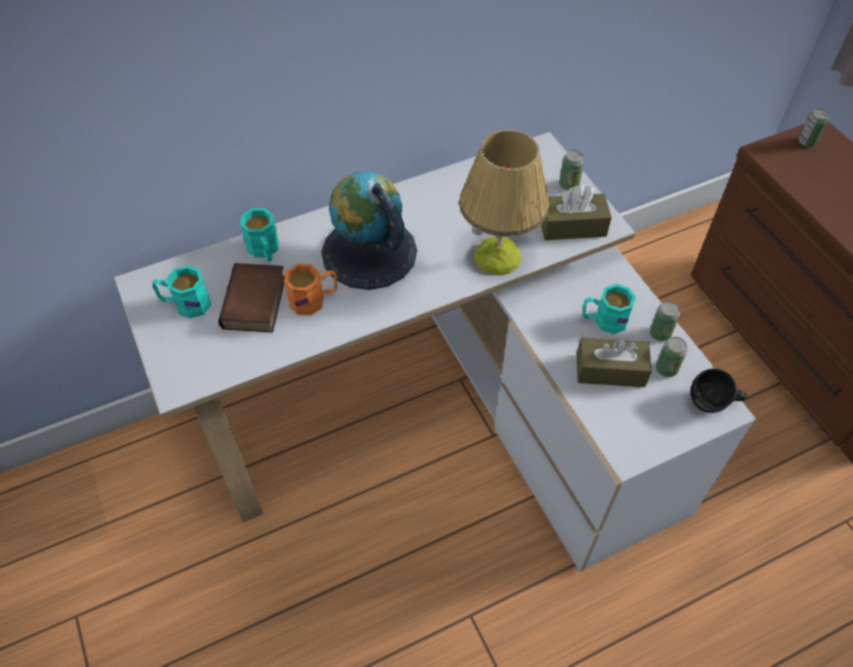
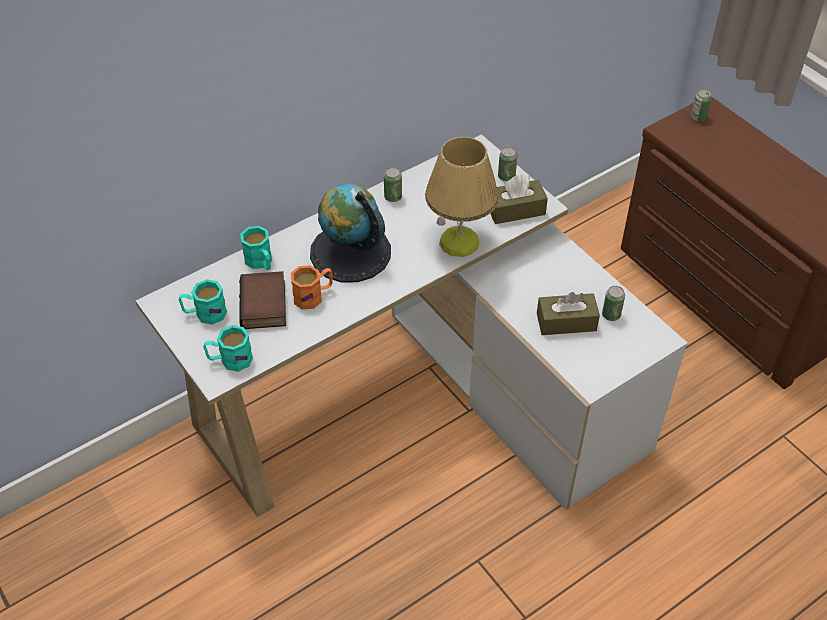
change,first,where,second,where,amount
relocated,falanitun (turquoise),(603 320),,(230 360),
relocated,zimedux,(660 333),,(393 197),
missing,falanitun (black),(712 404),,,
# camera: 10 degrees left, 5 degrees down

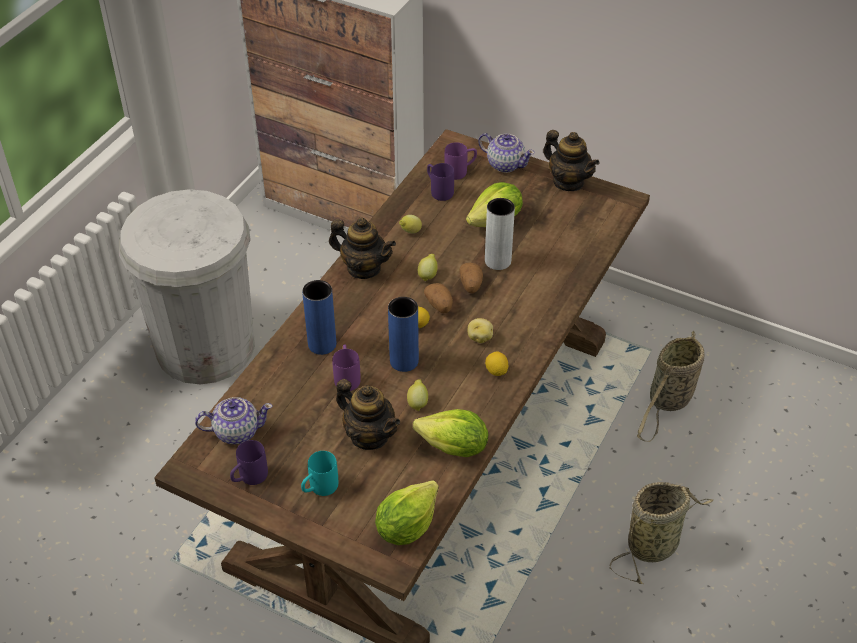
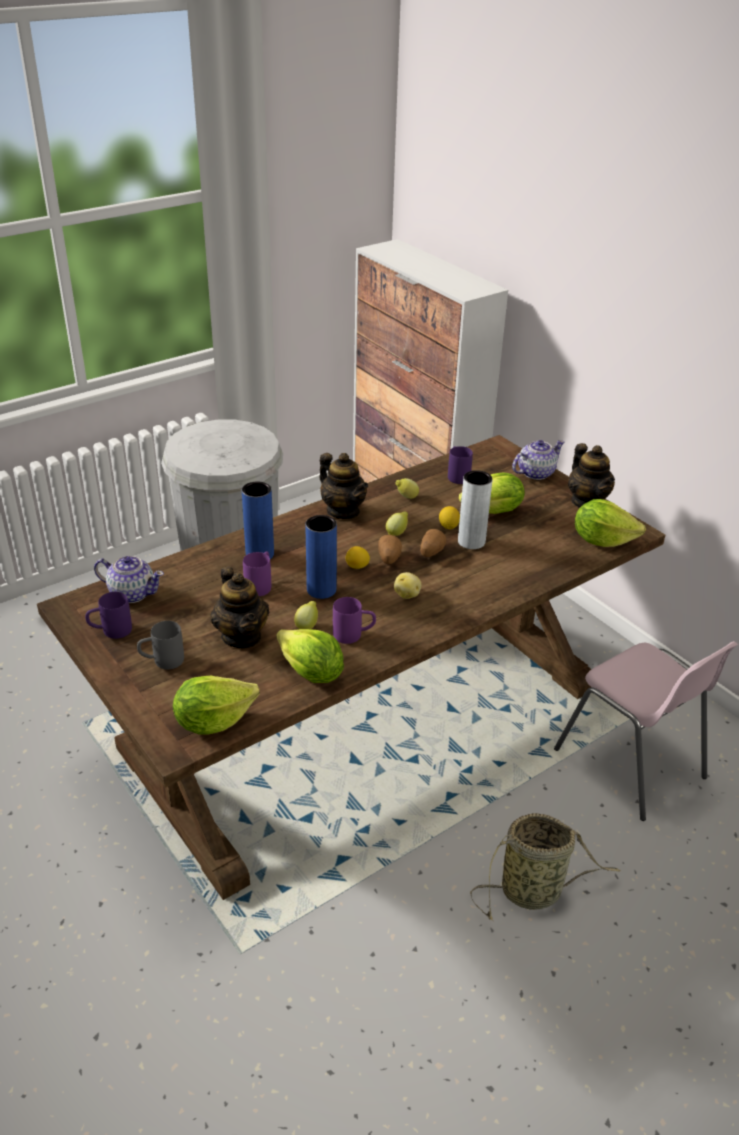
change,first,where,second,where,amount
spun,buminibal,(505 164),,(535 473),90 degrees counterclockwise
relocated,falanitun (purple),(460 171),,(354 635),
exchanged,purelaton,(668 401),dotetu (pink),(631 764),
relocated,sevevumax,(496 371),,(448 526),
colour,falanitun (turquoise),(319 489),falanitun (grey),(162 661),
appeared,,,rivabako,(602 540),
# camera: 25 degrees right, 10 degrees down

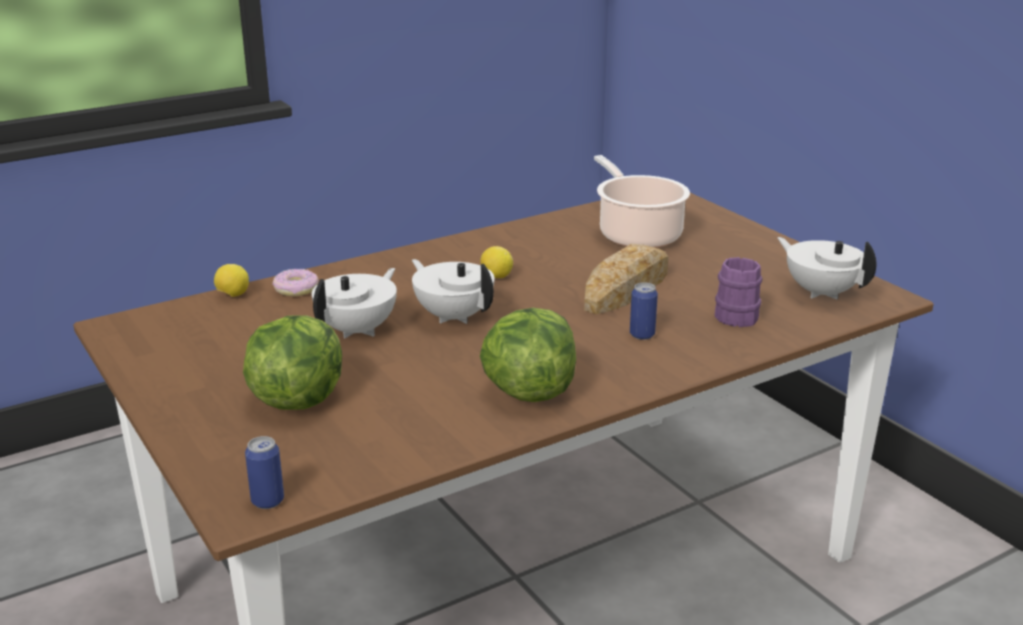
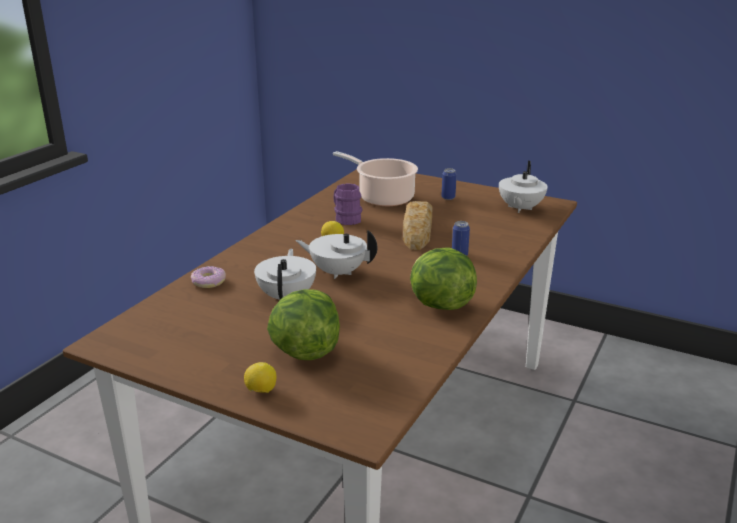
change,first,where,second,where,amount
spun,buminibal (white),(821 292),,(520 208),90 degrees counterclockwise
relocated,falanitun (purple),(733 314),,(345 218),
relocated,sevevumax,(232 295),,(261 391),
relocated,zimedux,(267 501),,(448 197),
# camera: 30 degrees left, 0 degrees up

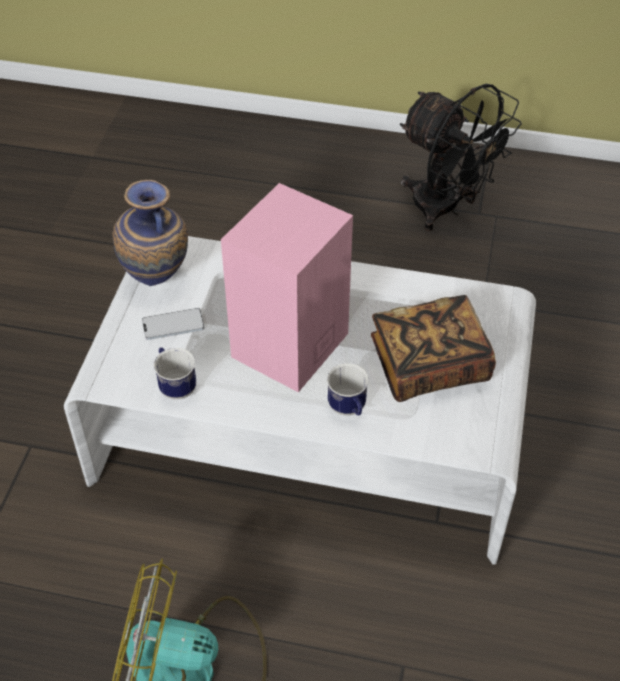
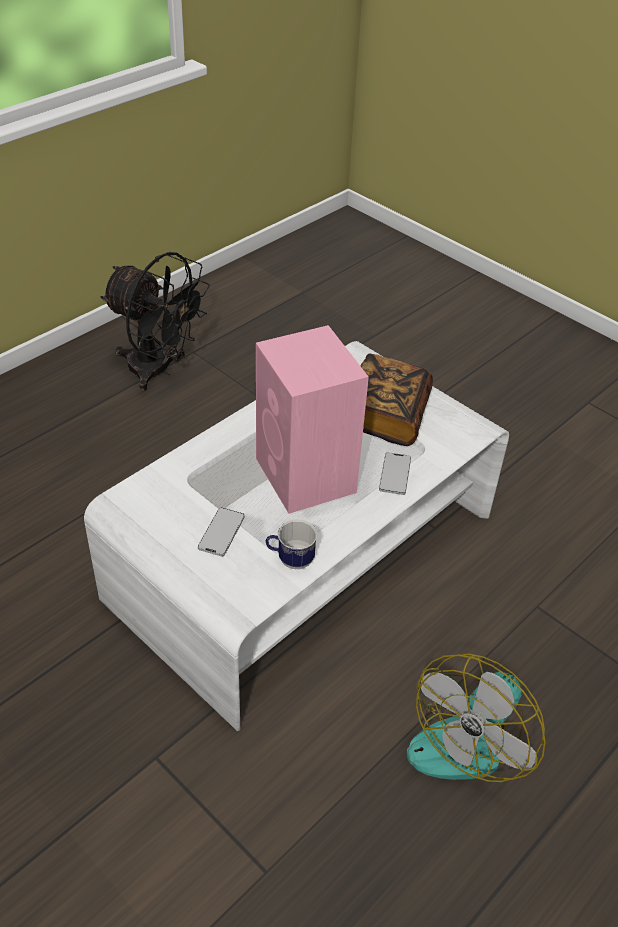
change,first,where,second,where,amount
spun,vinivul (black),(446 208),,(158 370),45 degrees clockwise
missing,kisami,(158 280),,,
exchanged,falanitun,(349 410),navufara,(395 474),
# camera: 60 degrees left, 5 degrees down

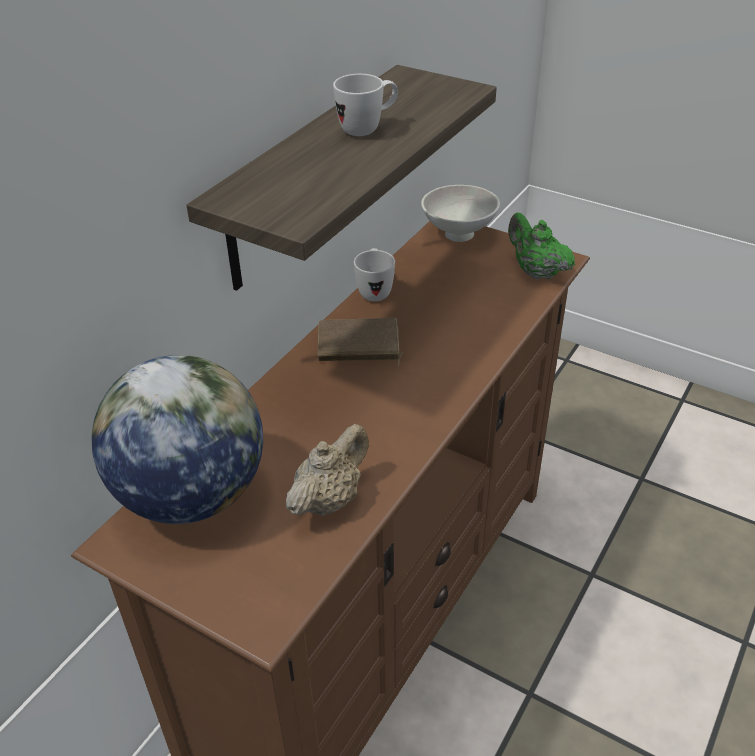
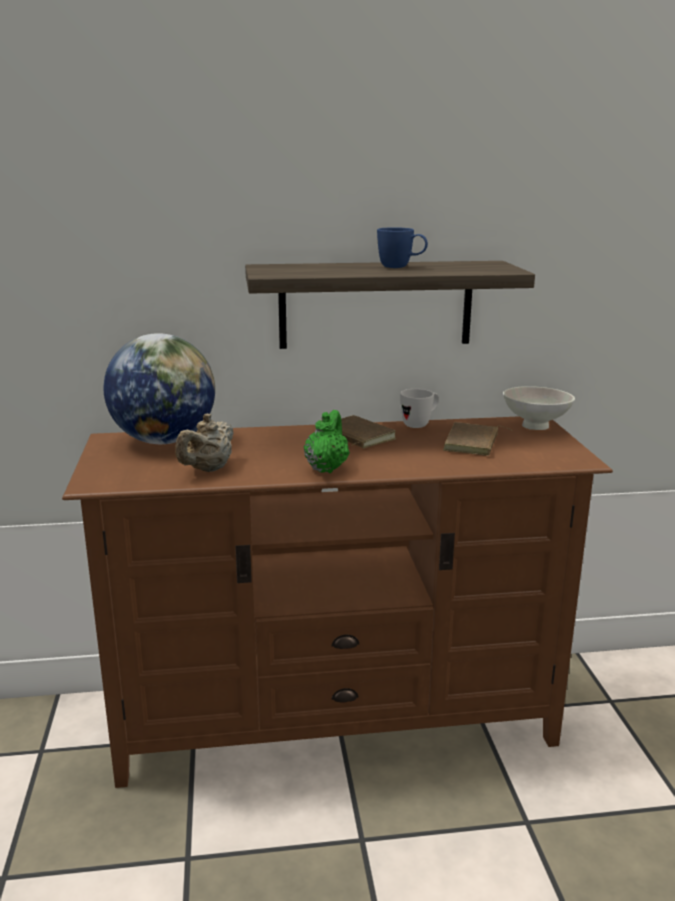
change,first,where,second,where,amount
colour,falanitun (white),(368 129),falanitun (blue),(401 267),
relocated,buminibal (green),(536 272),,(326 468),
spun,buminibal (beige),(329 499),,(208 469),120 degrees clockwise
appeared,,,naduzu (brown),(473 443),
# camera: 50 degrees right, 20 degrees down

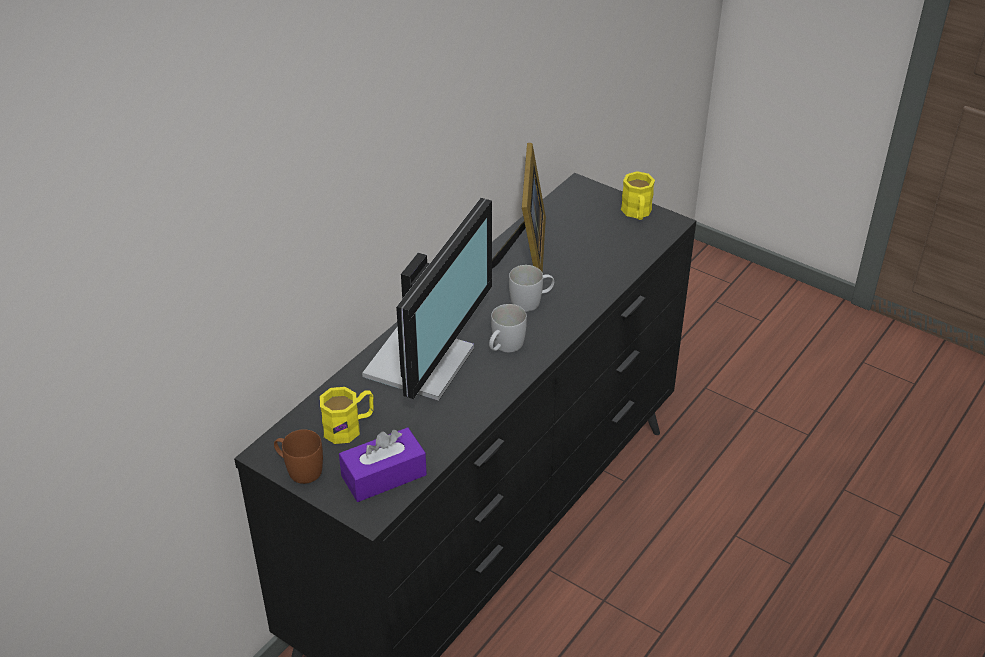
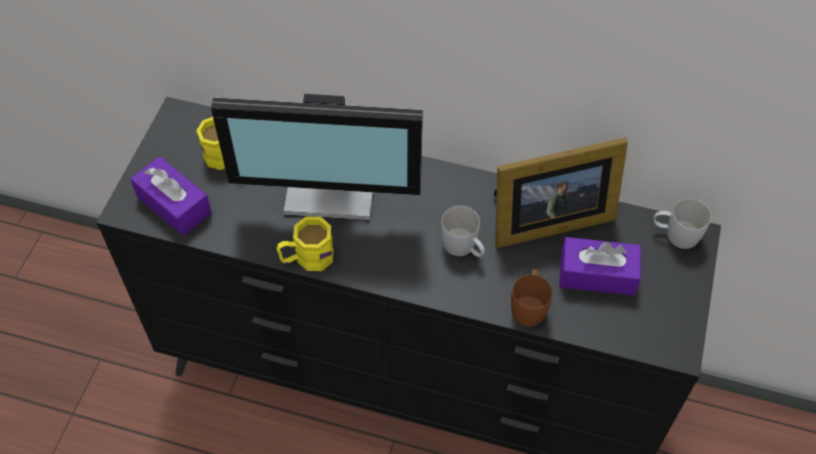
change,first,where,second,where,amount
relocated,falanitun (yellow),(637 213),,(307 258),
relocated,falanitun (white),(504 347),,(675 234),
relocated,falanitun (brown),(299 469),,(529 305),
appeared,,,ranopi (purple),(597 274),
# camera: 70 degrees right, 15 degrees up

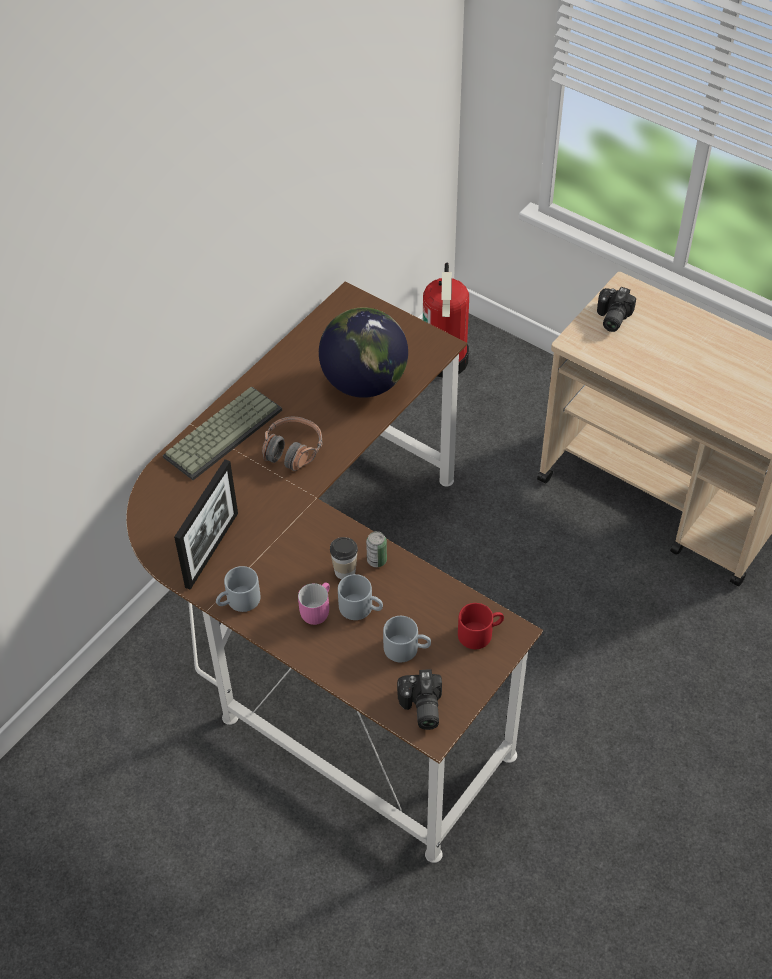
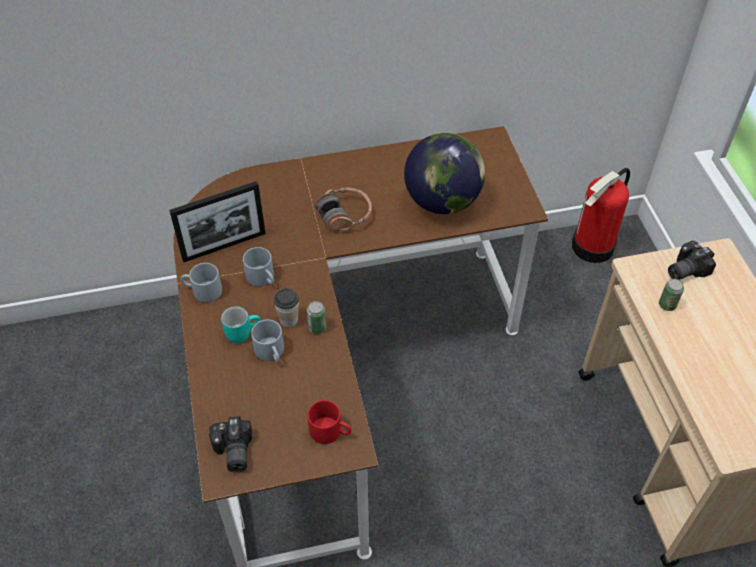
change,first,where,second,where,amount
missing,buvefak,(223 431),,,
colour,falanitun (pink),(315 609),falanitun (turquoise),(242 331),
relocated,falanitun (grey),(407 648),,(263 278),
spun,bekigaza,(420 708),,(232 452),45 degrees counterclockwise
appeared,,,zimedux,(667 305),
# camera: 40 degrees right, 0 degrees up

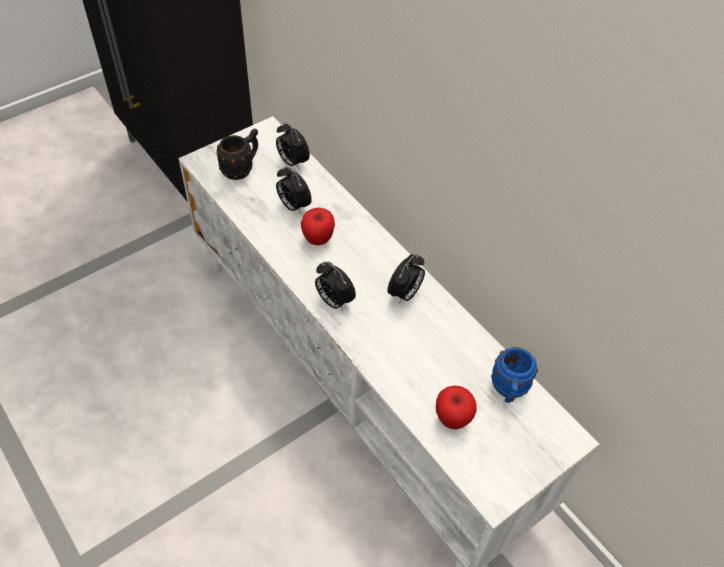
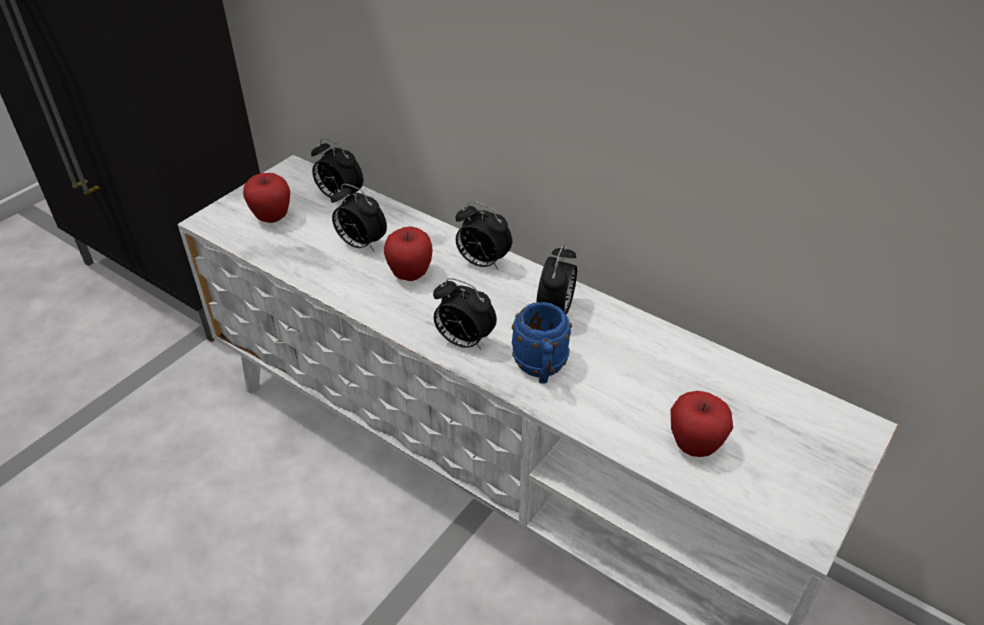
change,first,where,second,where,amount
exchanged,falanitun (black),(241 169),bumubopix,(272 218),
relocated,falanitun (blue),(508 391),,(541 370),
appeared,,,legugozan,(482 263),
# camera: 15 degrees left, 10 degrees down

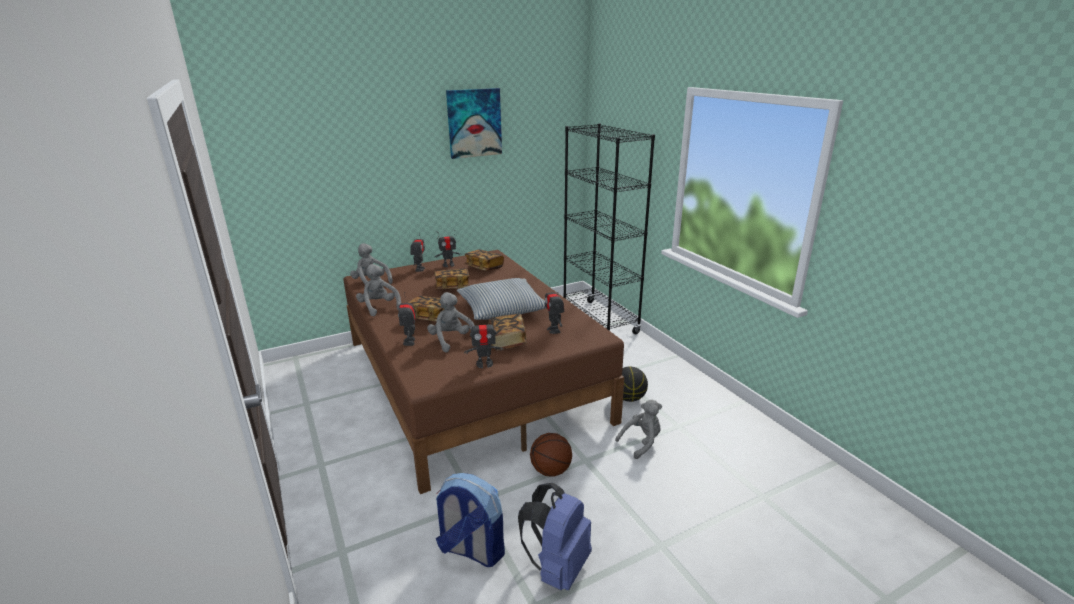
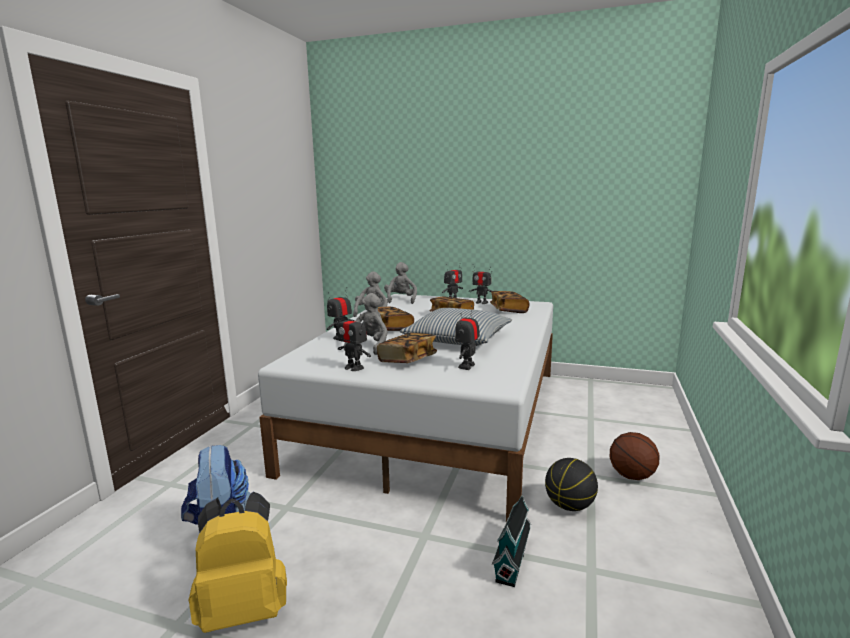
change,first,where,second,where,amount
missing,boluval,(474 123),,,
missing,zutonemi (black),(600 320),,,
colour,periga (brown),(471 378),periga (white),(438 416),
exchanged,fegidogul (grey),(641 442),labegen,(512 558),
relocated,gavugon,(551 470),,(632 476),
colour,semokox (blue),(557 567),semokox (yellow),(244 609),
# camera: 45 degrees right, 10 degrees down

